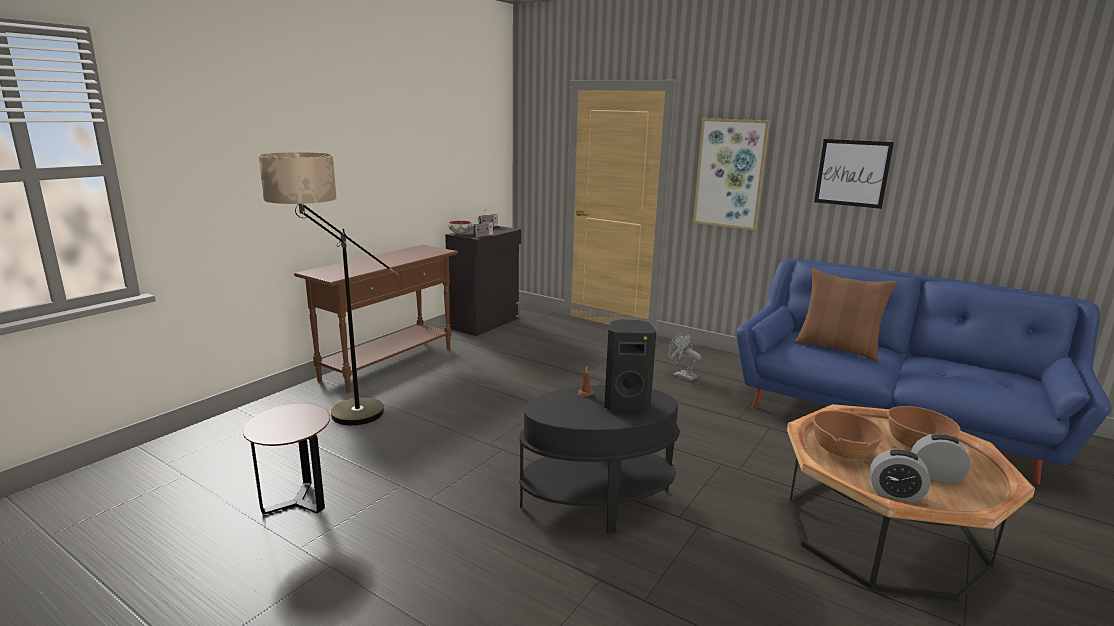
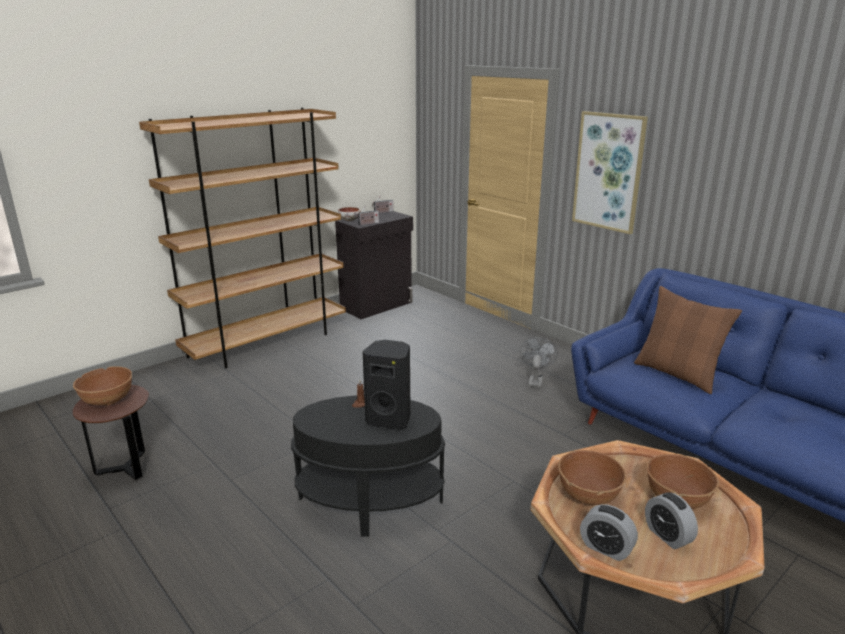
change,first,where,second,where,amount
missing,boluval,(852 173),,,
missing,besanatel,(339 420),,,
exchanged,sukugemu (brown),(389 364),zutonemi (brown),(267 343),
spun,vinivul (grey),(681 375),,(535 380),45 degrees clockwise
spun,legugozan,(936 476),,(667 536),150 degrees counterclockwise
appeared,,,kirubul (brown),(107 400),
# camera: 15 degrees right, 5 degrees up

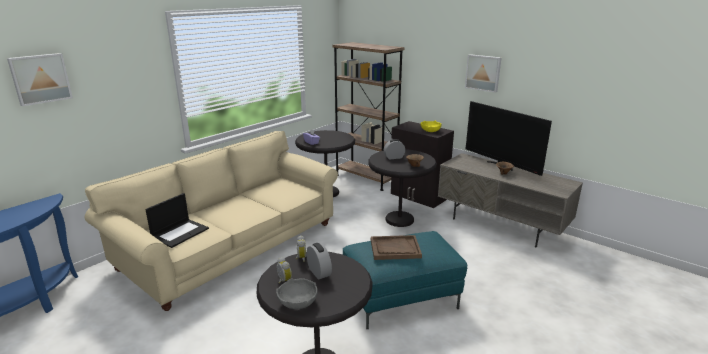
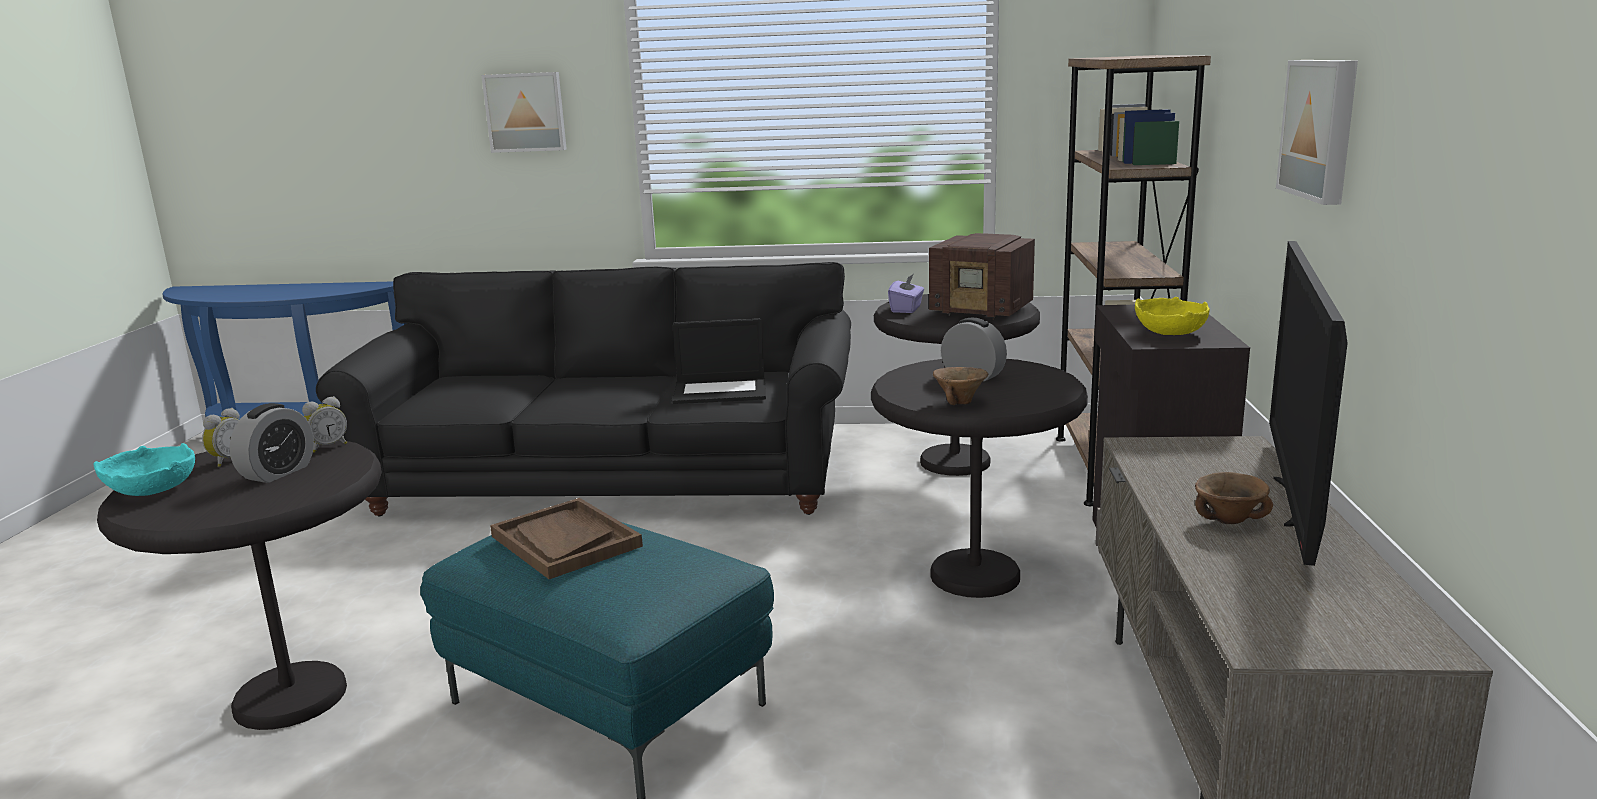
change,first,where,second,where,amount
relocated,boluval,(40 78),,(526 112),
colour,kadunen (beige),(231 246),kadunen (black),(616 477),
relocated,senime,(180 233),,(721 391),
colour,kirubul (grey),(298 302),kirubul (turquoise),(153 489),
appeared,,,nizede,(983 311),
# camera: 55 degrees right, 5 degrees down

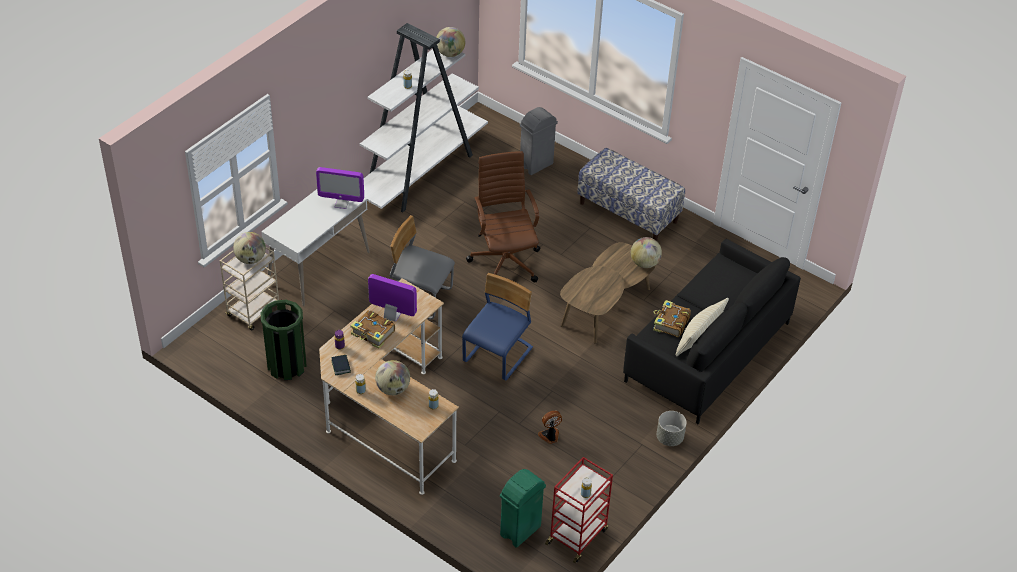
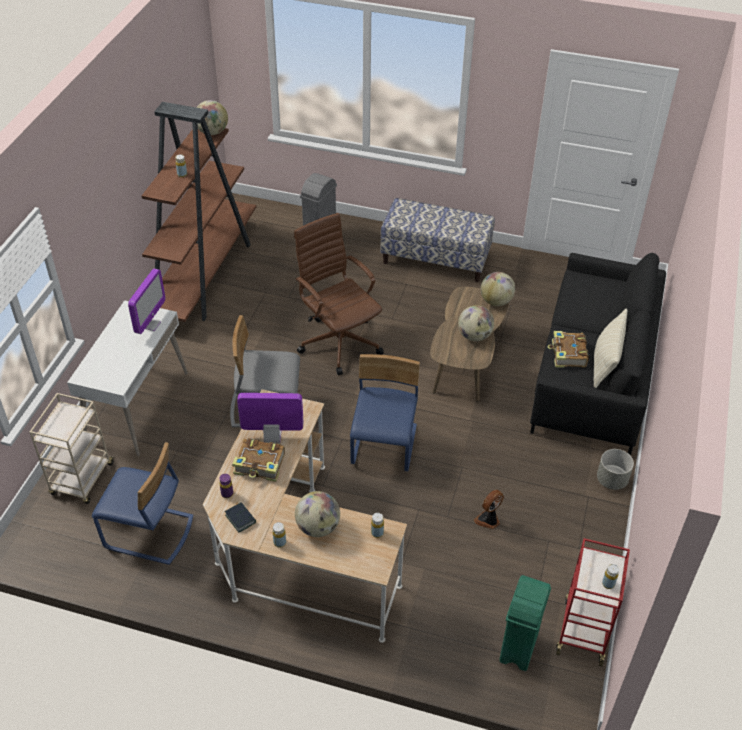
change,first,where,second,where,amount
colour,zutonemi (white),(420 172),zutonemi (brown),(204 274),
spun,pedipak,(341 204),,(150 325),60 degrees counterclockwise
relocated,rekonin,(250 259),,(474 336),
exchanged,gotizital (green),(287 365),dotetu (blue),(149 533),
# camera: 20 degrees left, 0 degrees up

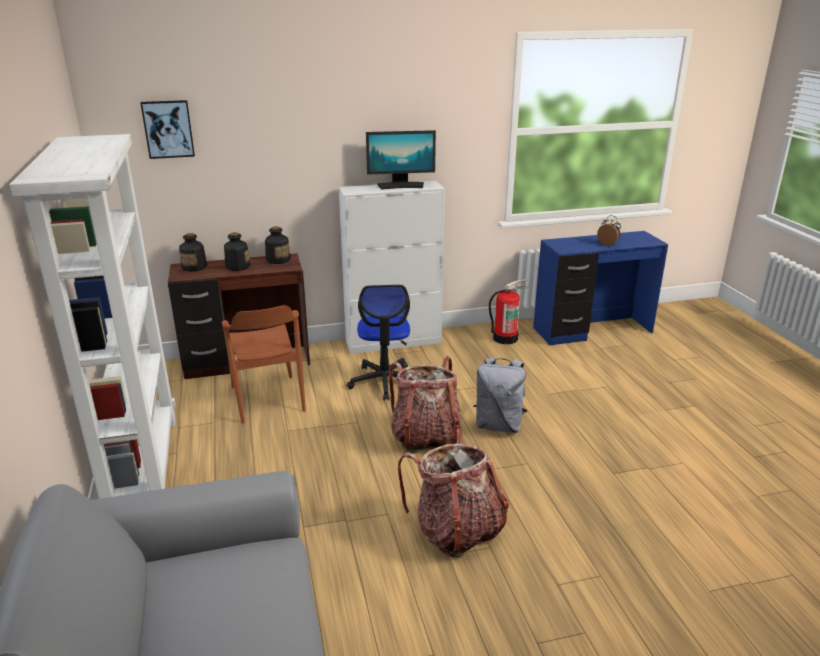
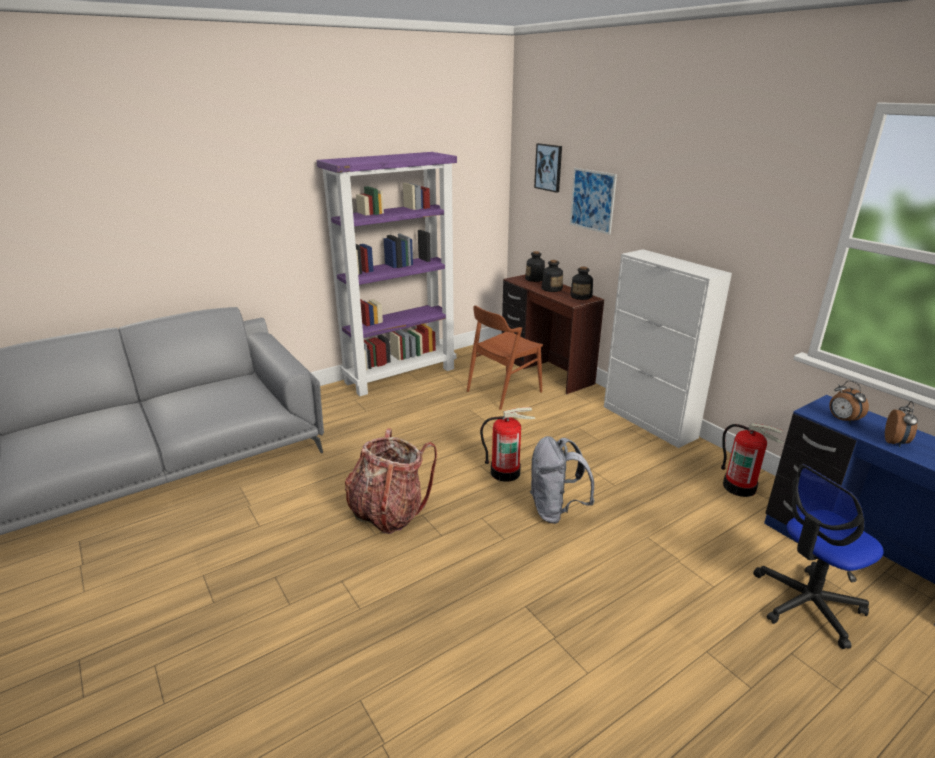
change,first,where,second,where,amount
missing,pedipak,(401 186),,,
colour,zutonemi (white),(142 466),zutonemi (purple),(400 375),
relocated,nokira,(384 381),,(807 604),
exchanged,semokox,(425 437),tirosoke,(505 472),
appeared,,,boluval,(592 200),
appeared,,,legugozan,(842 420),
# camera: 70 degrees right, 0 degrees up

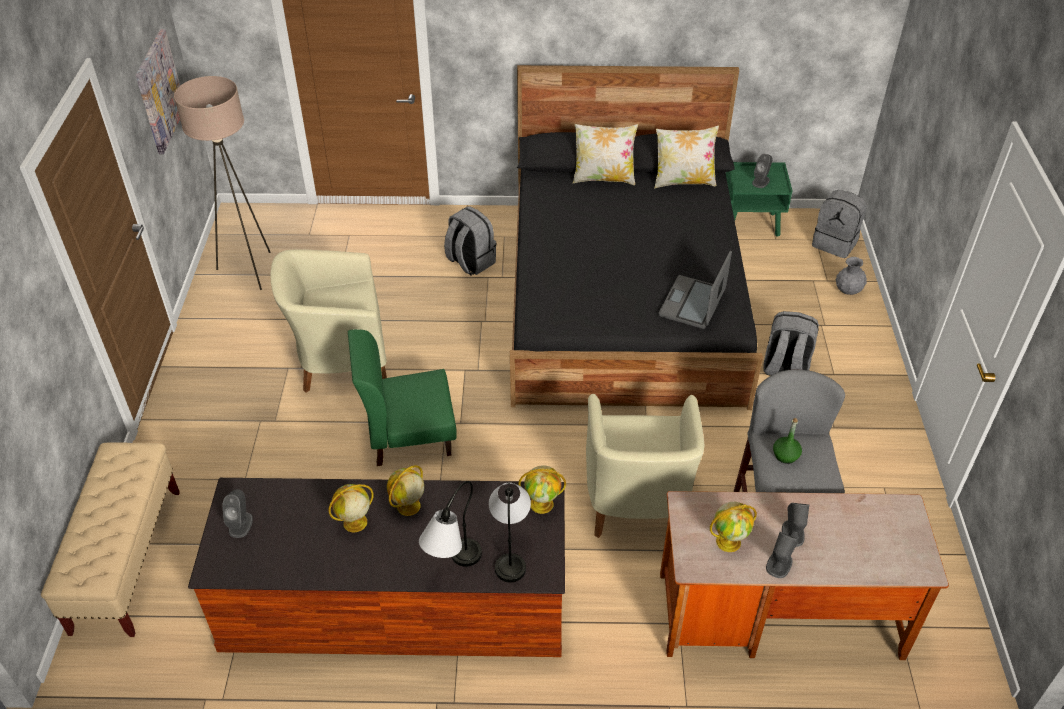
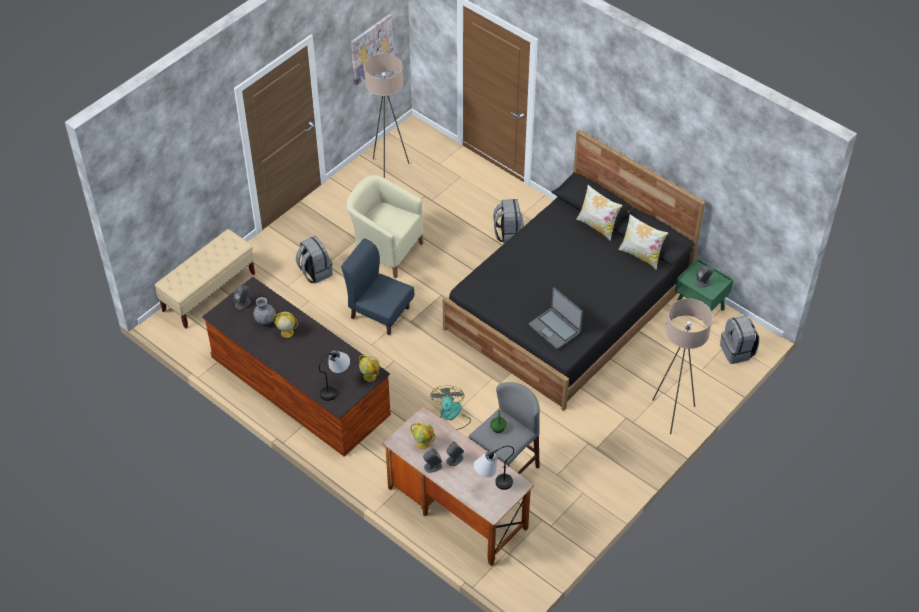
change,first,where,second,where,amount
spun,senime,(693 303),,(555 328),105 degrees counterclockwise
relocated,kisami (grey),(848 291),,(265 321),
relocated,semokox (grey),(785 369),,(314 272),
colour,dotetu (green),(409 435),dotetu (blue),(379 312),
exchanged,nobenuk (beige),(636 503),vinivul,(451 416),
missing,rekonin,(408 507),,,
relocated,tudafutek,(452 568),,(492 484),
appeared,,,besanatel (beige),(672 413),
# camera: 40 degrees right, 5 degrees up

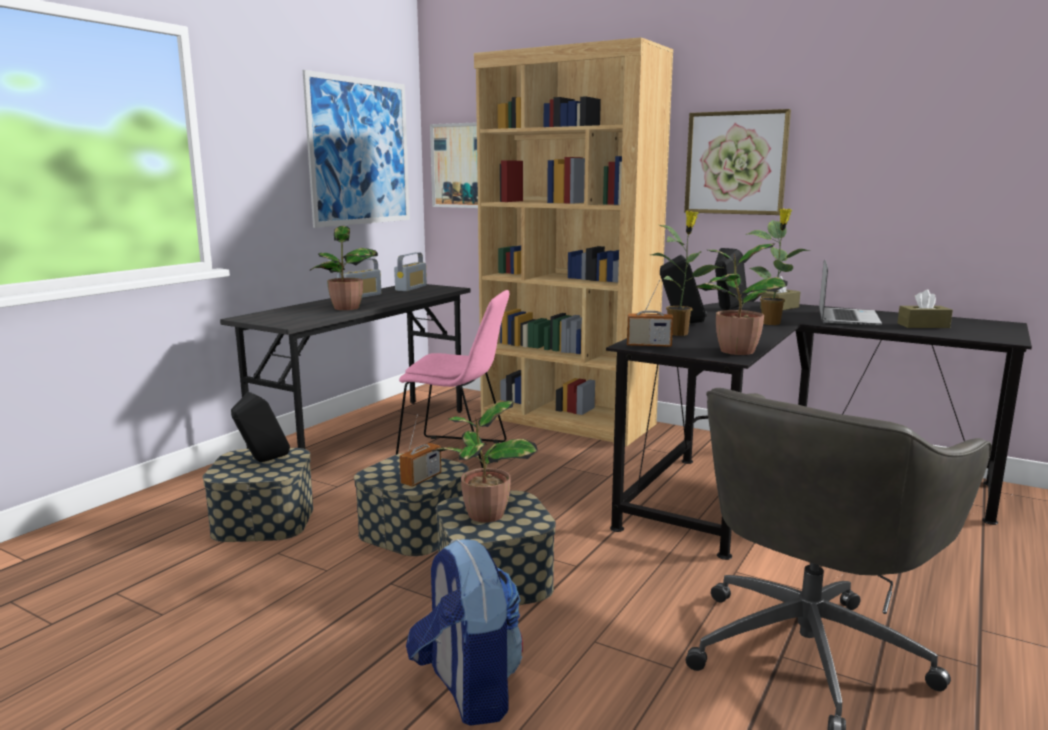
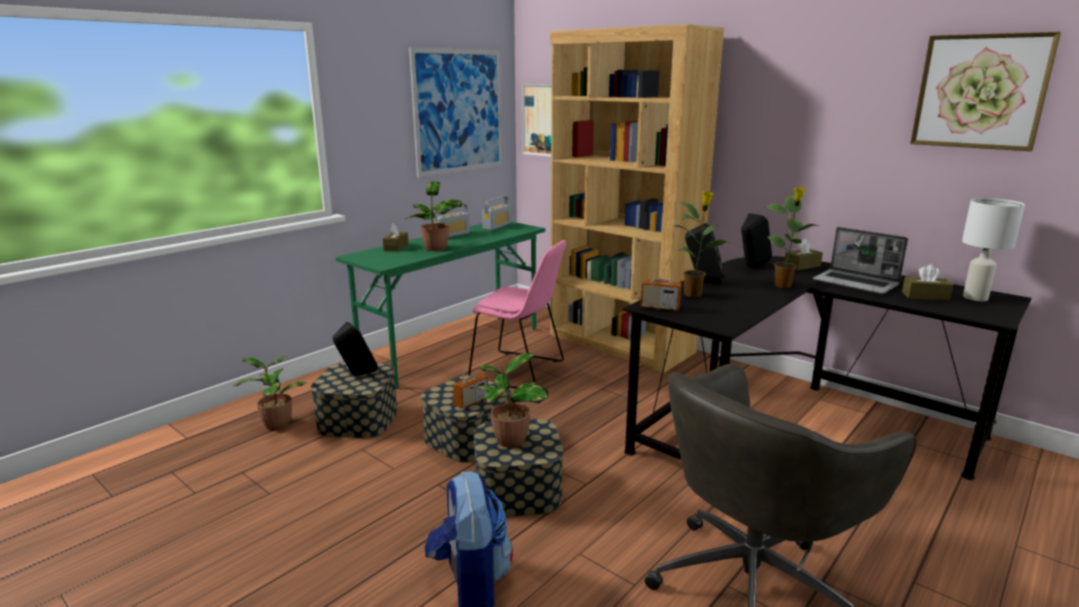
change,first,where,second,where,amount
relocated,boluval,(736 163),,(980 92),
relocated,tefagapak,(734 351),,(275 424),
spun,senime,(846 319),,(856 283),105 degrees clockwise
colour,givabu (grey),(366 436),givabu (green),(453 348),
appeared,,,tudafutek (white),(975 297),
appeared,,,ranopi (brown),(396 247),
# camera: 10 degrees right, 5 degrees up

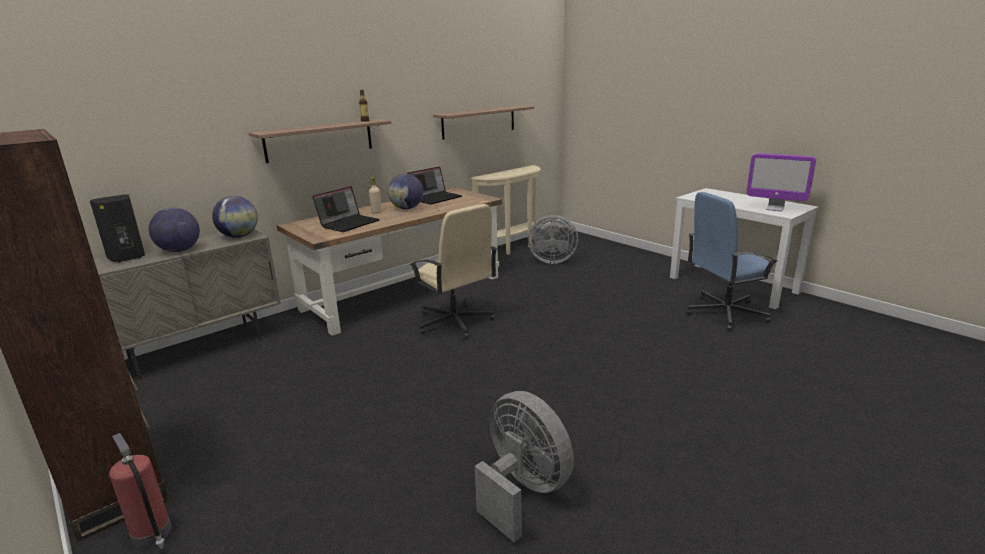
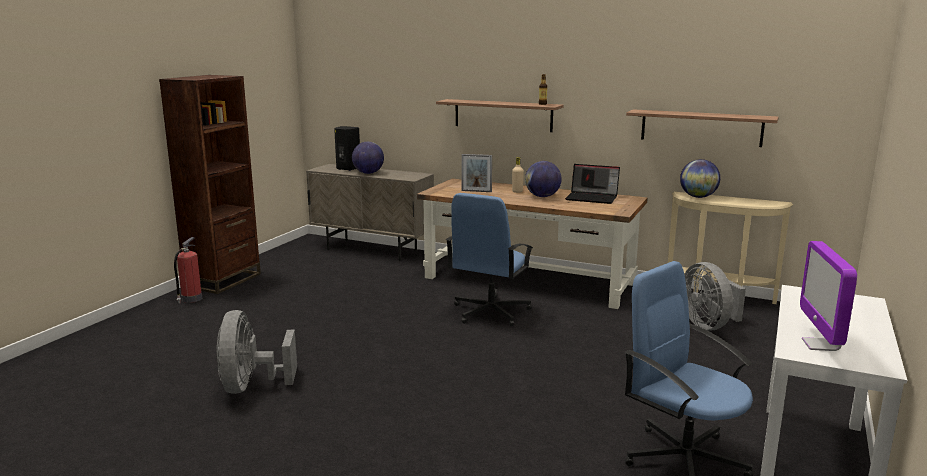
change,first,where,second,where,amount
exchanged,senime,(349 223),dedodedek,(476 191),
relocated,rekonin,(239 236),,(698 197),
colour,nokira (beige),(454 322),nokira (blue),(490 312),
spun,vinivul (grey),(522 491),,(251 386),150 degrees clockwise
# camera: 65 degrees right, 5 degrees down

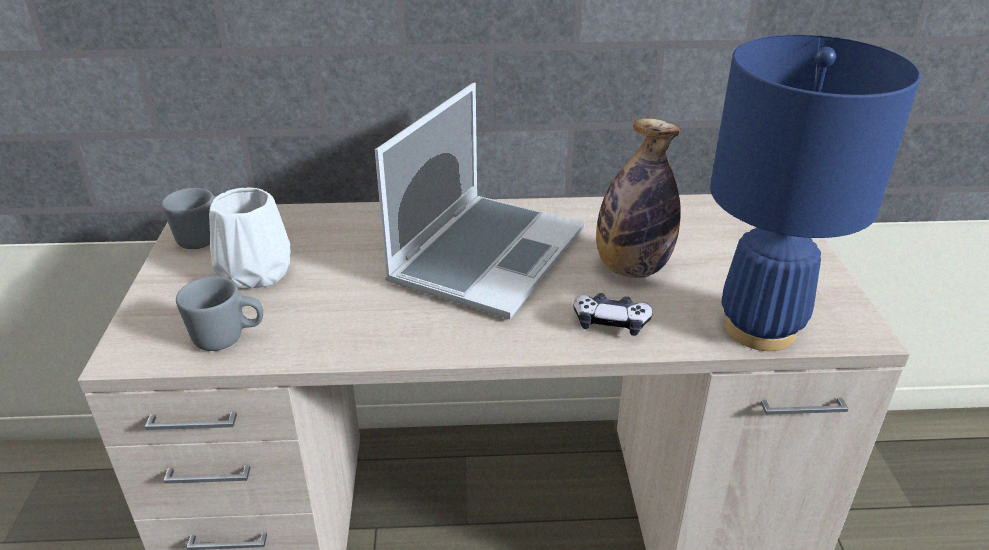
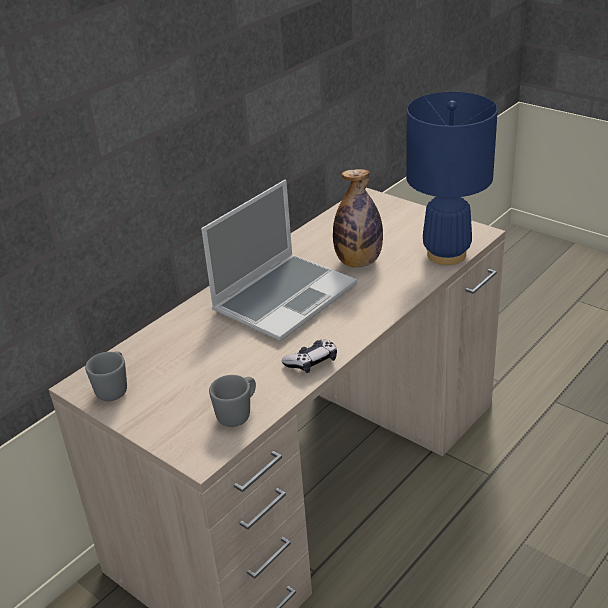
change,first,where,second,where,amount
spun,senime,(487 255),,(284 297),60 degrees clockwise
missing,kisami (white),(258 272),,,
relocated,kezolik,(610 323),,(312 362),
# camera: 45 degrees left, 0 degrees up

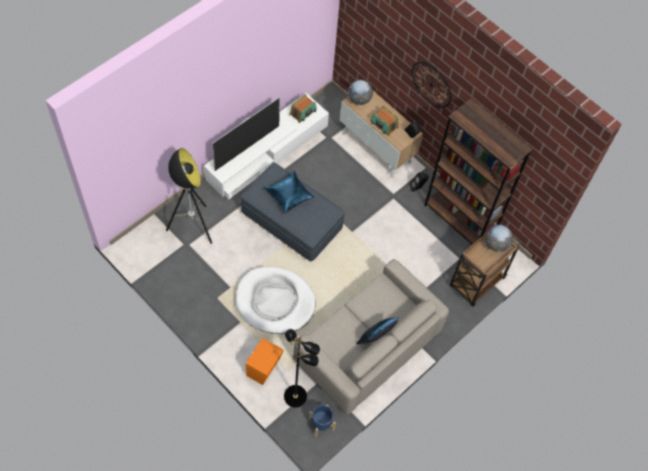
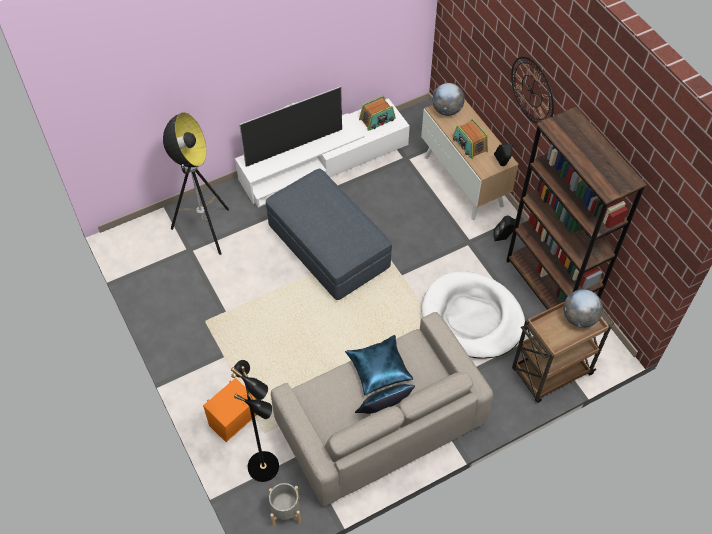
change,first,where,second,where,amount
relocated,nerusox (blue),(288 195),,(378 369),
relocated,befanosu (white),(275 302),,(472 318),
colour,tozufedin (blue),(321 424),tozufedin (grey),(286 511),
# camera: 20 degrees right, 5 degrees down

